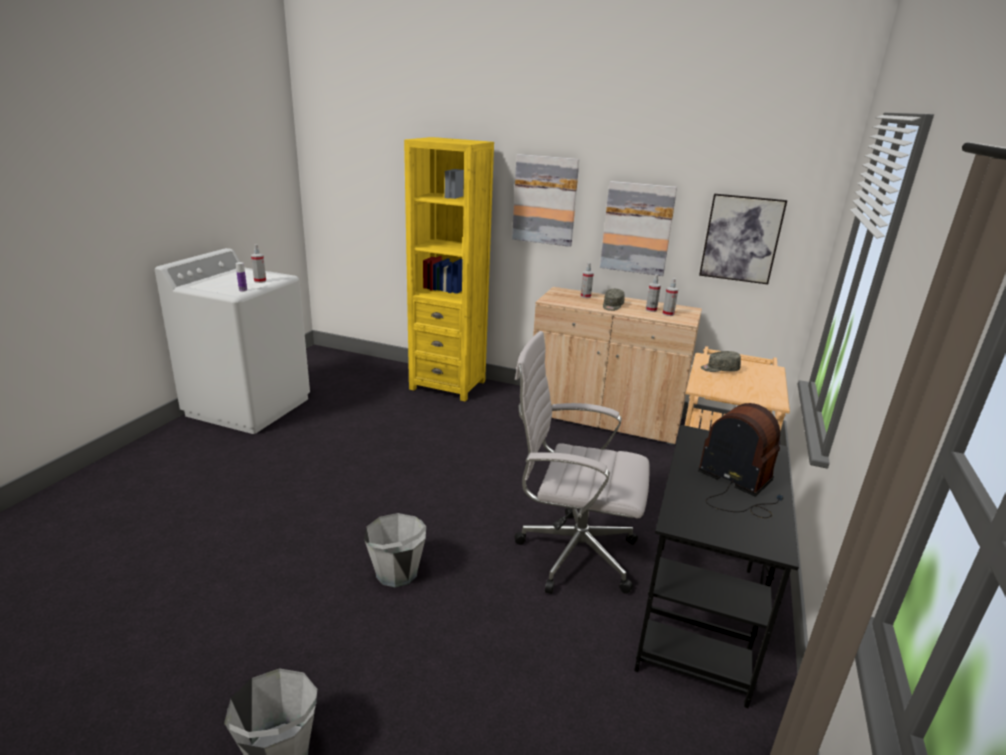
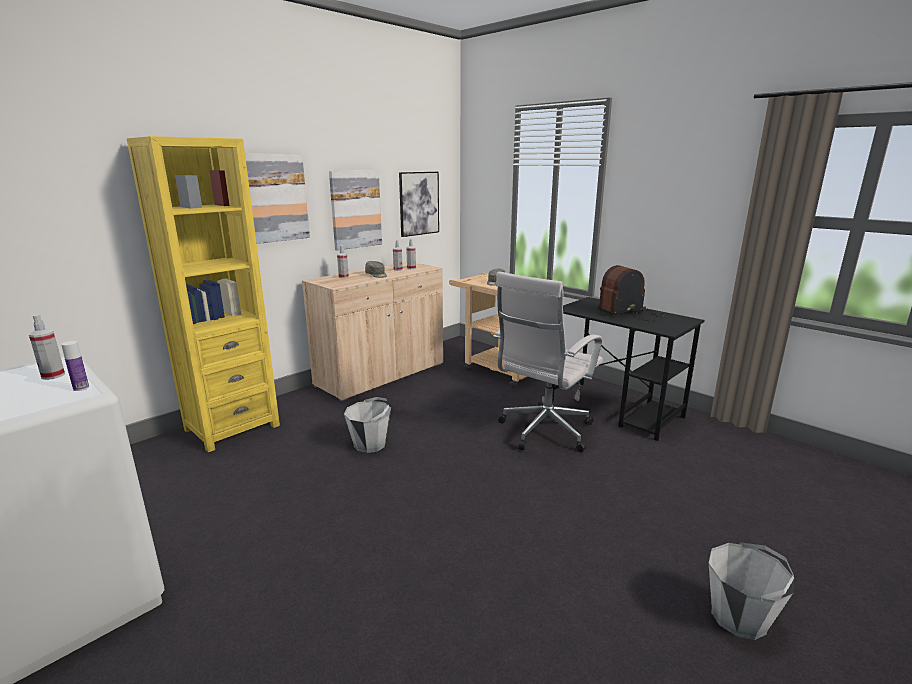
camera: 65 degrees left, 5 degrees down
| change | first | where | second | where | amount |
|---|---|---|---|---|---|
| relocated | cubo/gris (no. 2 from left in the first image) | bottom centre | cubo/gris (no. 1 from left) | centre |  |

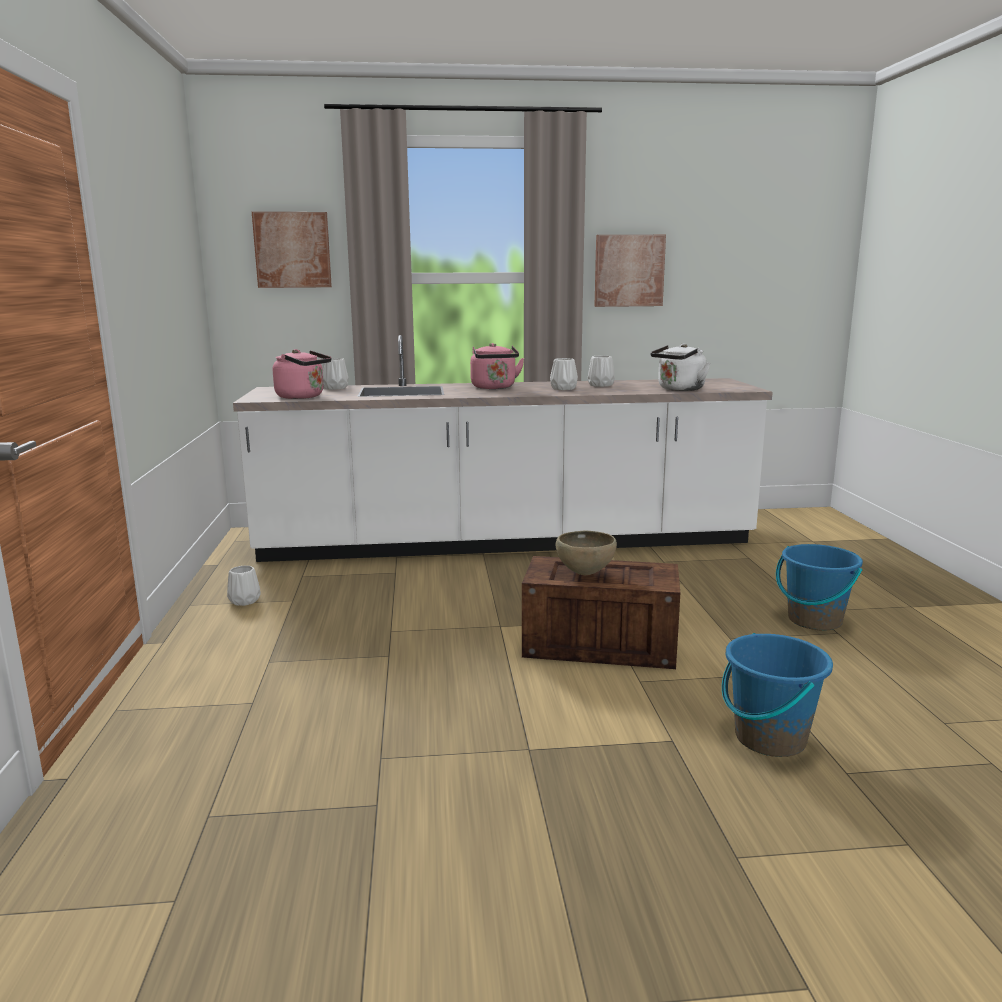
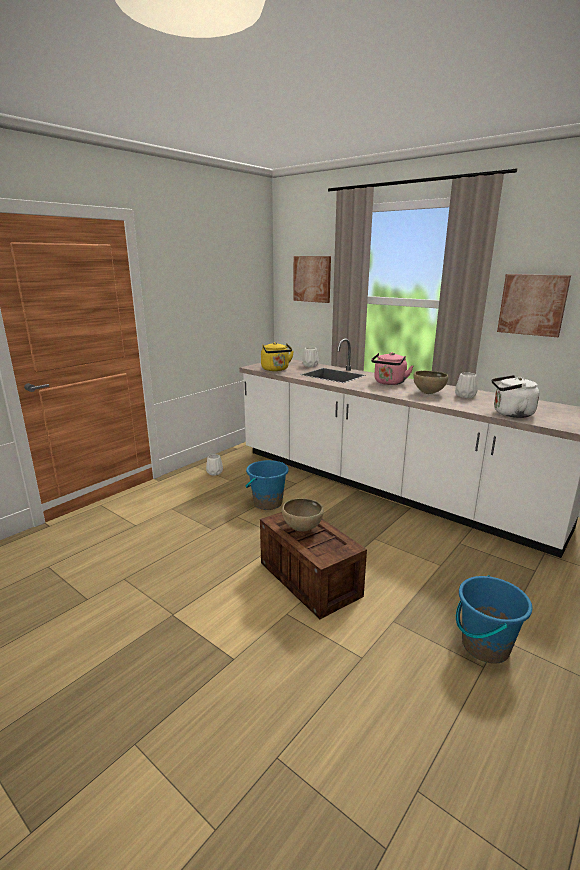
camera: 45 degrees right, 5 degrees up
| change | first | where | second | where | amount |
|---|---|---|---|---|---|
| relocated | cubo/azul (no. 1 from left) | bottom right |  | centre |  |
| colour | hervidor/rosa (no. 1 from left) | middle left | hervidor/amarillo | centre |  |
| exchanged | florero/blanco (no. 3 from left) | centre | cuenco/marrón (no. 2 from left) | middle right |  |

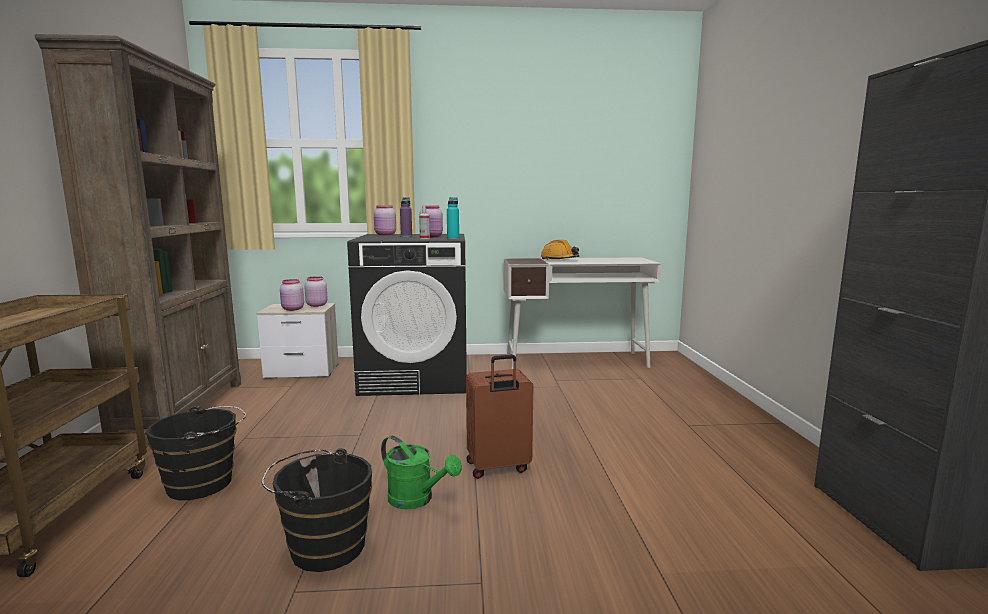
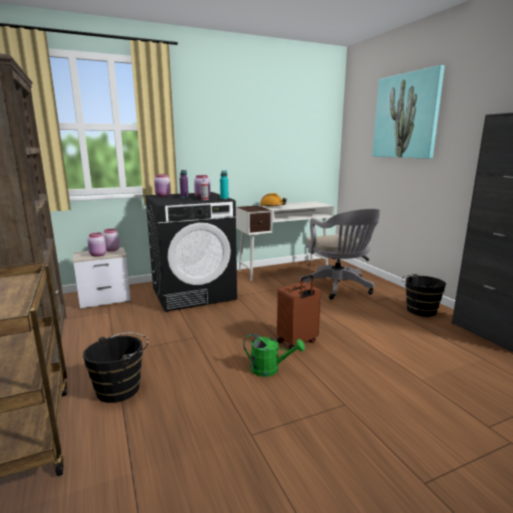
camera: 20 degrees left, 5 degrees up
| change | first | where | second | where | amount |
|---|---|---|---|---|---|
| appeared |  |  | silla de oficina/gris | centre |  |
| appeared |  |  | cuadro | top right |  |
| relocated | cubo/negro (no. 2 from left) | bottom left |  | middle right |  |

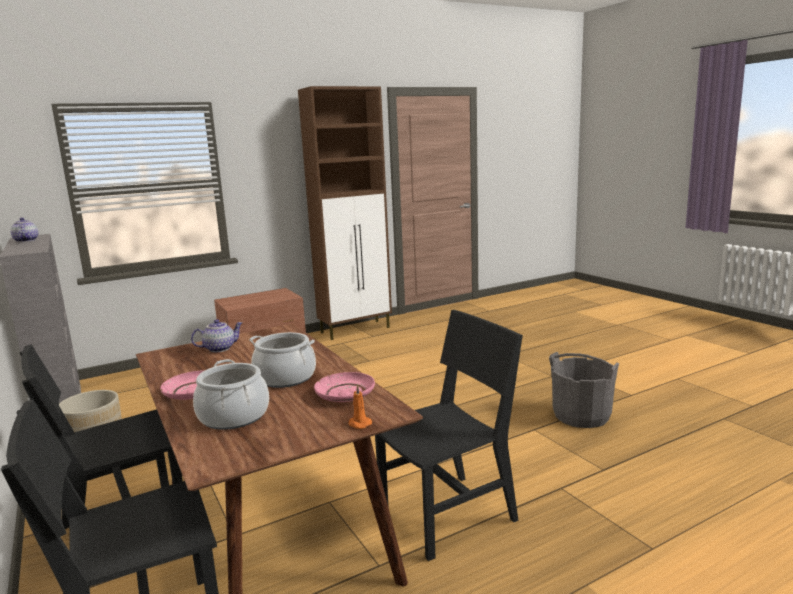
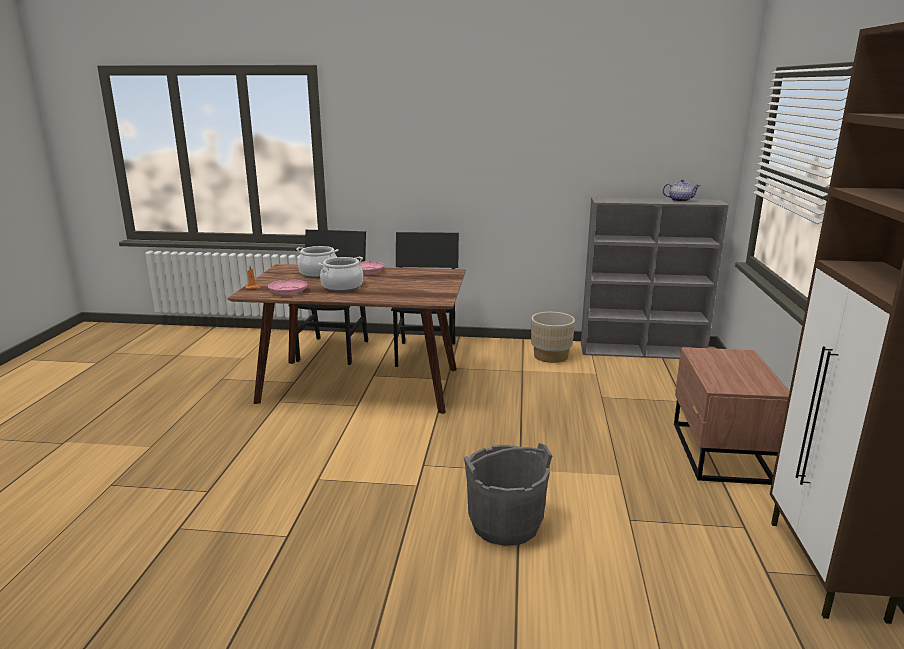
camera: 125 degrees right, 5 degrees up
| change | first | where | second | where | amount |
|---|---|---|---|---|---|
| relocated | cubo/gris | middle right |  | bottom centre |  |
| missing | tetera (no. 2 from left) | middle left |  |  |  |
| missing | silla/negro (no. 3 from left) | bottom centre |  |  |  |

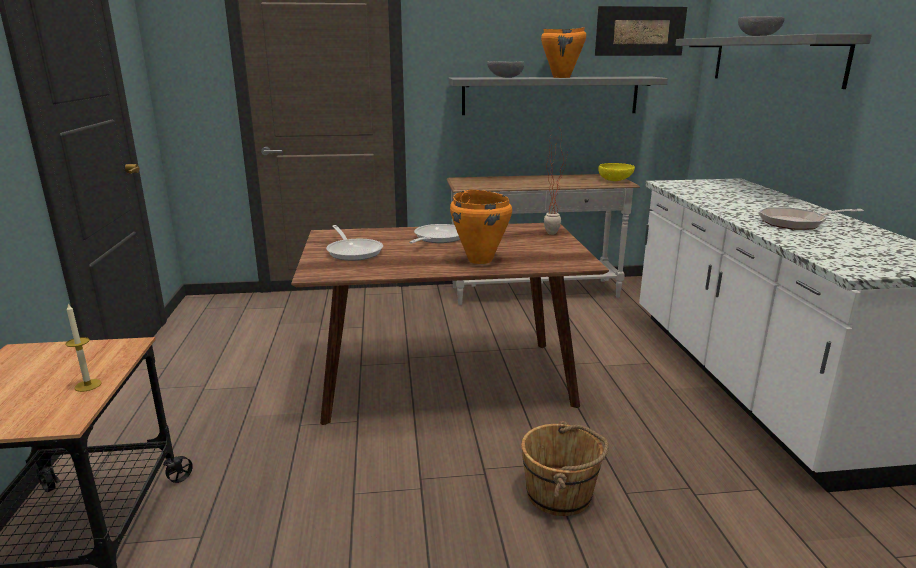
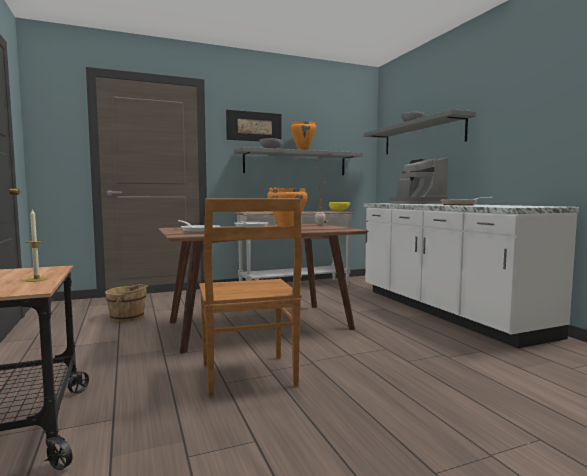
camera: 15 degrees left, 15 degrees down
| change | first | where | second | where | amount |
|---|---|---|---|---|---|
| relocated | cubo/marrón | bottom centre |  | middle left |  |
| appeared |  |  | silla/marrón | centre |  |
| relocated | cuadro | top right |  | top centre |  |
| appeared |  |  | cafetera | middle right |  |

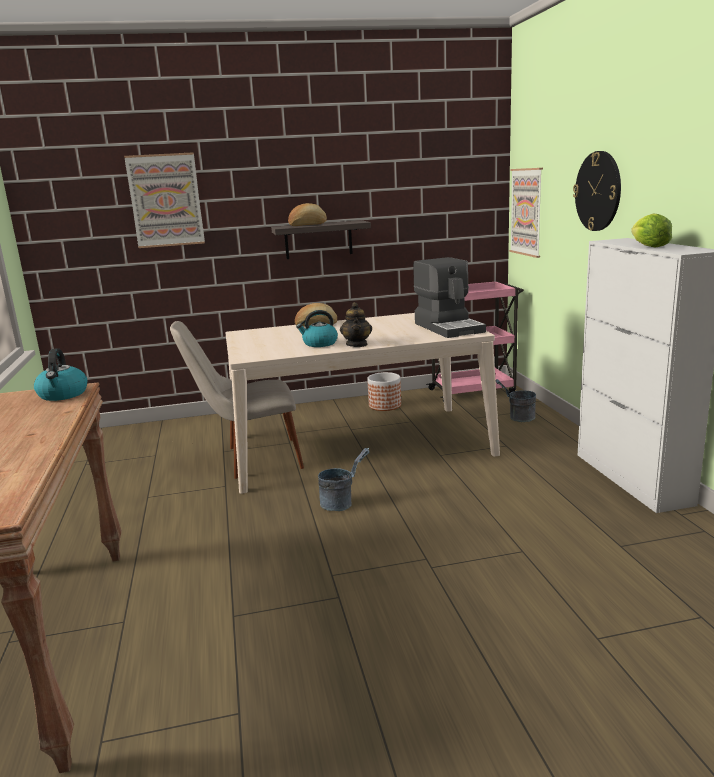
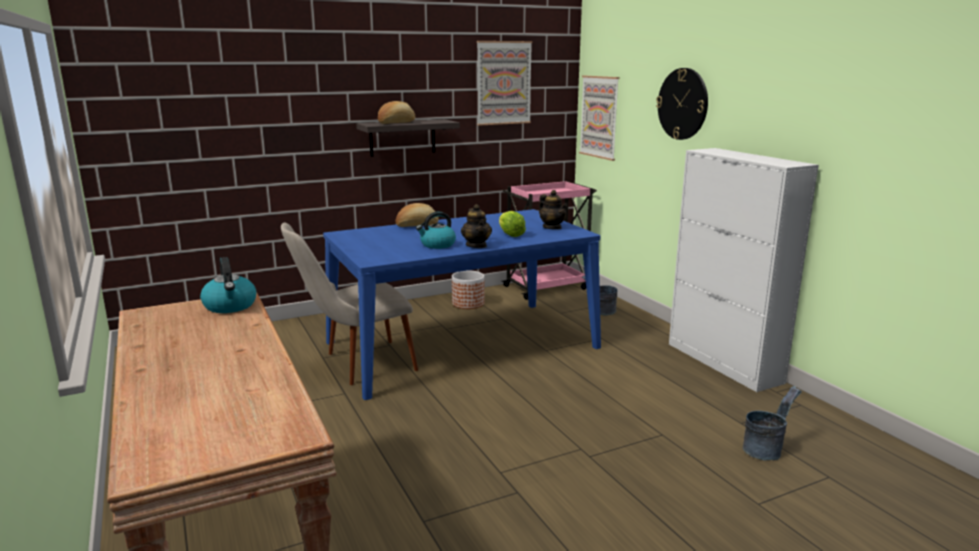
camera: 15 degrees left, 0 degrees up
| change | first | where | second | where | amount |
|---|---|---|---|---|---|
| colour | mesa de comedor/beis | centre | mesa de comedor/azul | centre |  |
| relocated | cuadro (no. 1 from left) | top left |  | top centre |  |
| relocated | lechuga | top right |  | centre |  |
| exchanged | cafetera | centre | tetera (no. 2 from left) | centre |  |
| relocated | cubo/gris (no. 1 from left in the first image) | centre | cubo/gris (no. 2 from left) | bottom right |  |

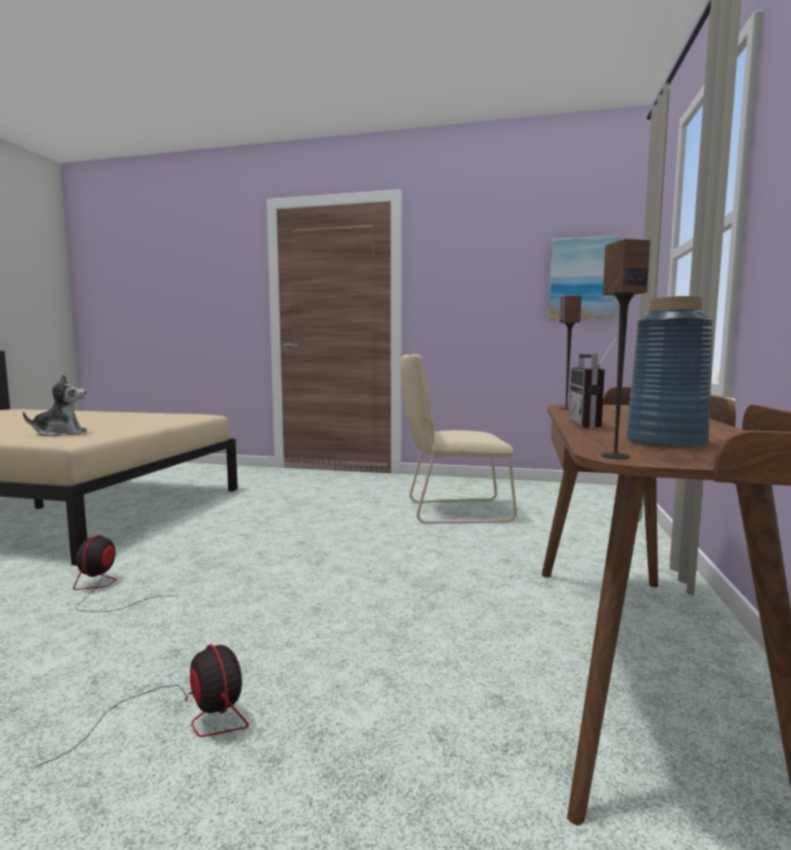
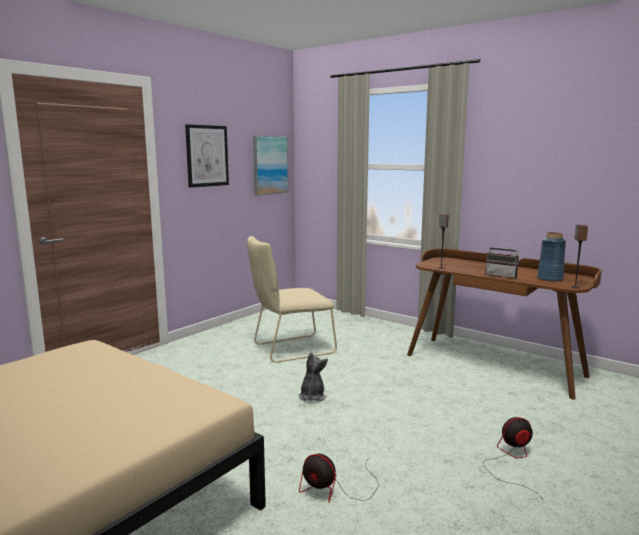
camera: 65 degrees left, 5 degrees up
| change | first | where | second | where | amount |
|---|---|---|---|---|---|
| appeared |  |  | cuadro (no. 1 from left) | top left |  |
| spun | silla/beis | centre |  | centre | 45 degrees clockwise |
| relocated | peluche | middle left |  | bottom centre |  |

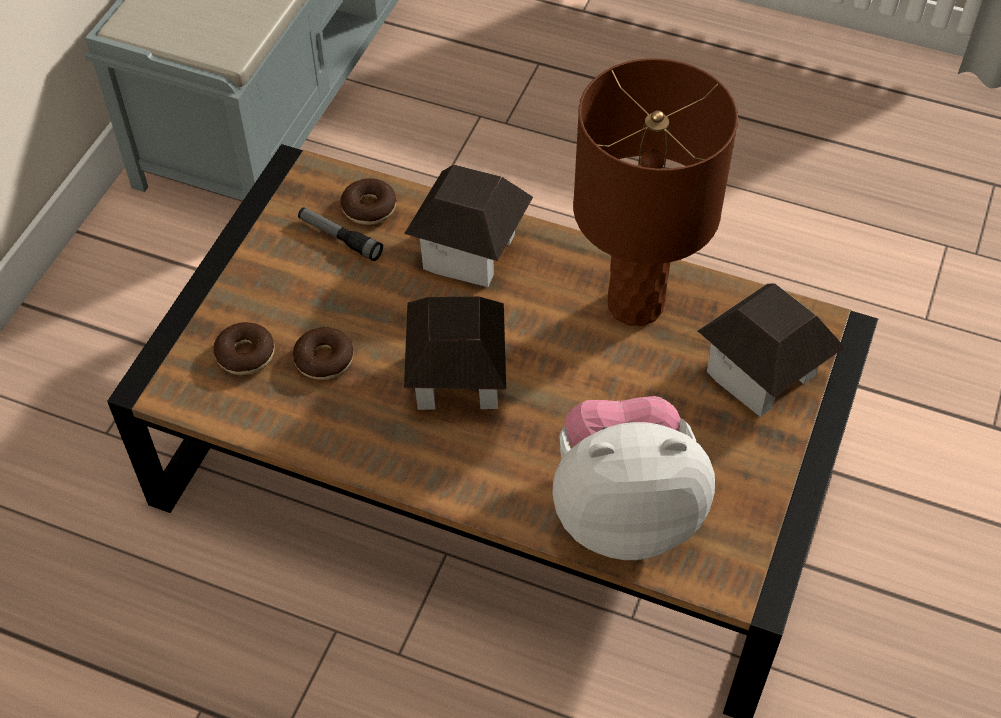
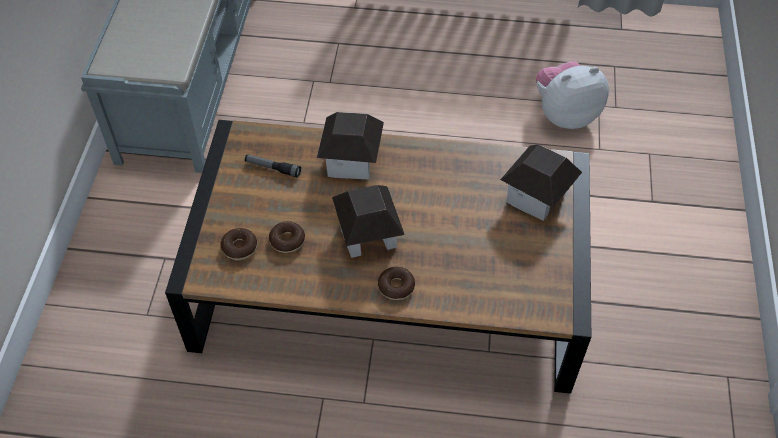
camera: 15 degrees left, 0 degrees up
| change | first | where | second | where | amount |
|---|---|---|---|---|---|
| relocated | rosquilla (no. 3 from left) | top centre |  | centre |  |
| relocated | peluche | centre |  | top right |  |
| missing | lámpara de mesa/marrón | top centre |  |  |  |

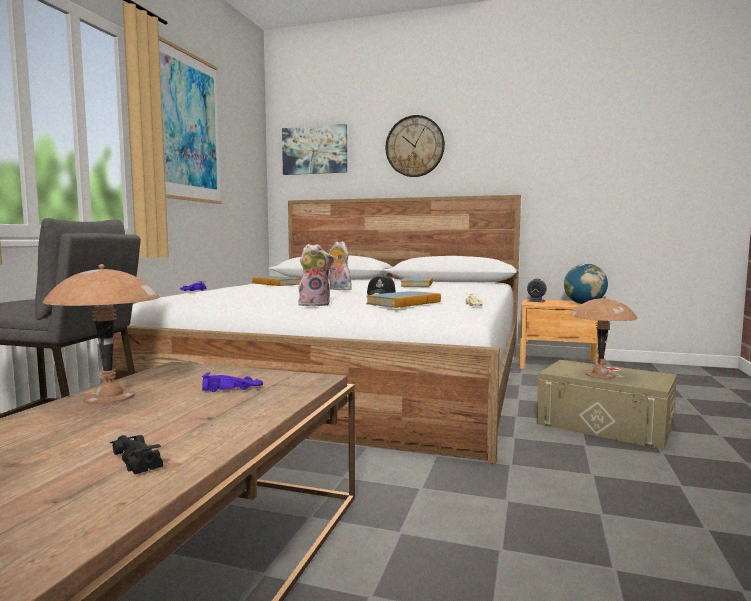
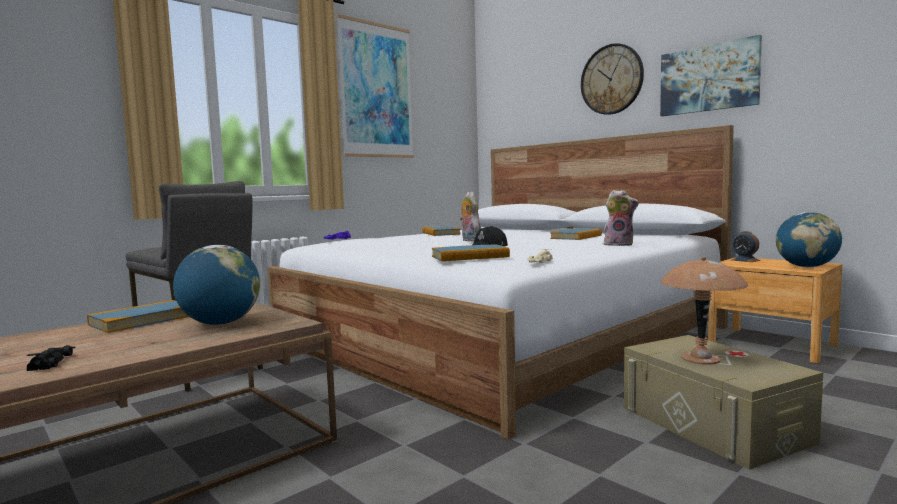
camera: 30 degrees right, 0 degrees up
| change | first | where | second | where | amount |
|---|---|---|---|---|---|
| exchanged | lámpara de mesa/marrón (no. 1 from left) | middle left | libro (no. 1 from left) | middle left |  |
| exchanged | coche de juguete/morado (no. 2 from left) | middle left | globo terráqueo (no. 1 from left) | middle left |  |
| relocated | peluche (no. 1 from left in the first image) | centre | peluche (no. 2 from left) | middle right |  |
| relocated | cuadro (no. 2 from left) | top centre |  | top right |  |

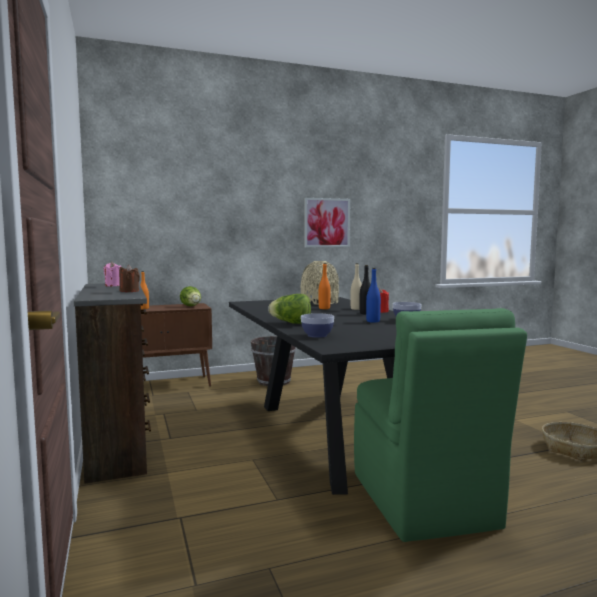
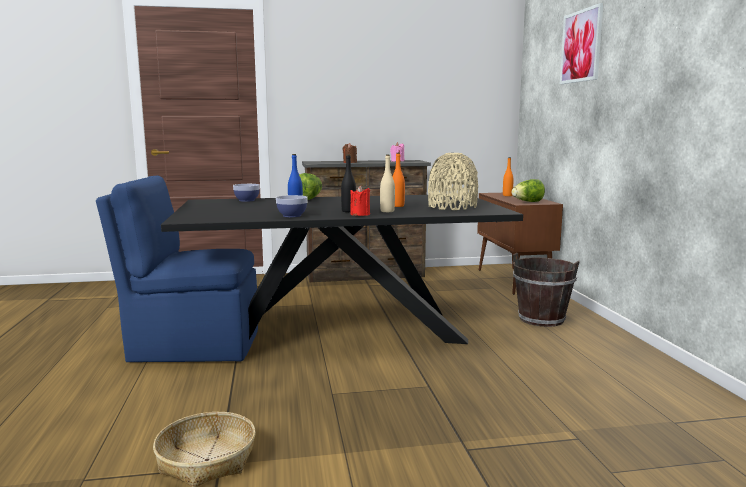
camera: 100 degrees right, 5 degrees up
| change | first | where | second | where | amount |
|---|---|---|---|---|---|
| colour | silla/verde | bottom right | silla/azul | middle left |  |
| relocated | cuadro | centre |  | top right |  |

